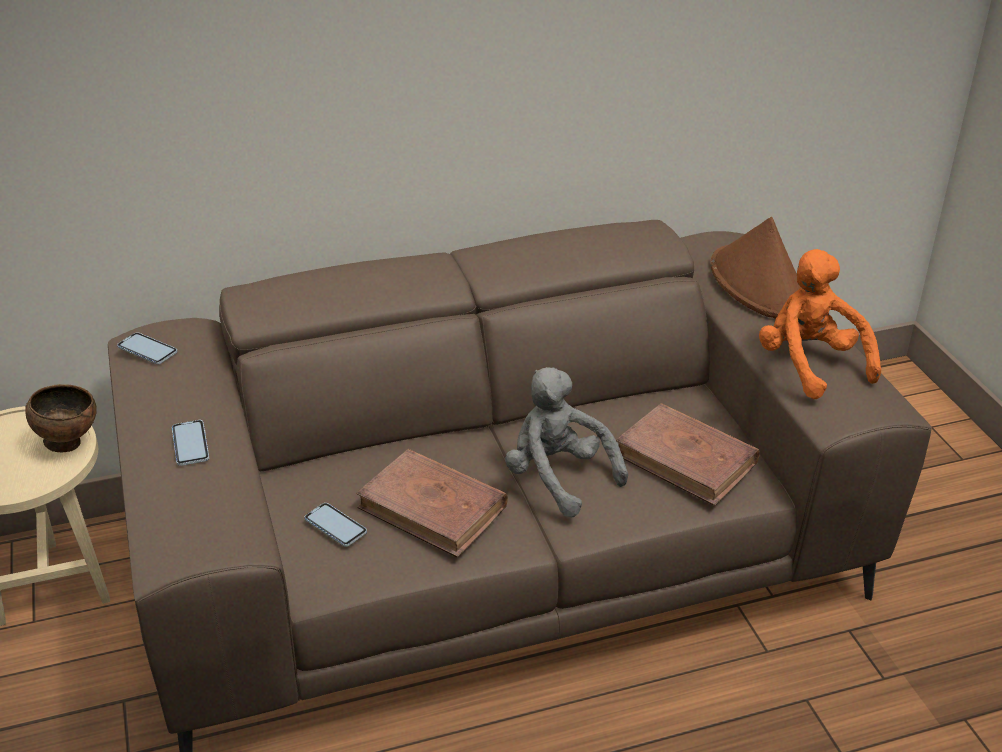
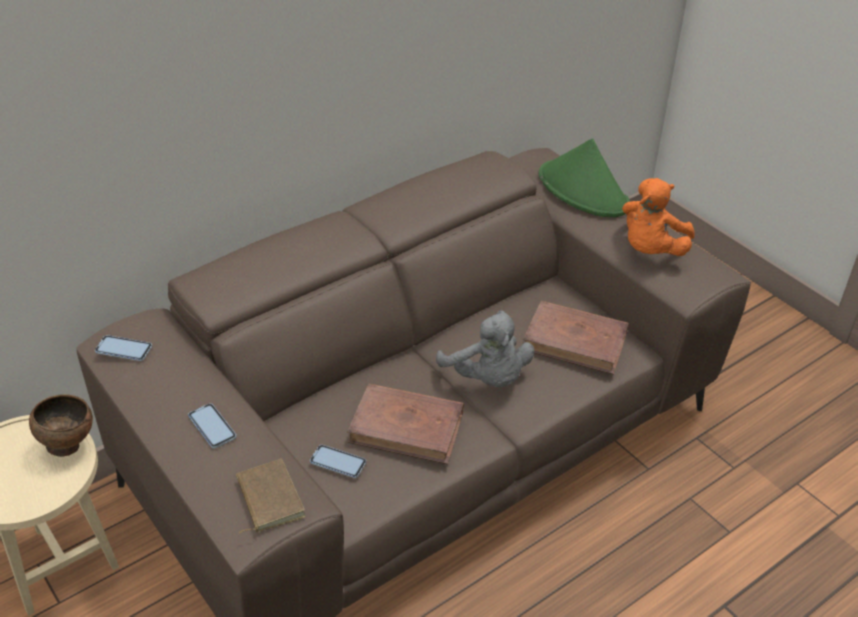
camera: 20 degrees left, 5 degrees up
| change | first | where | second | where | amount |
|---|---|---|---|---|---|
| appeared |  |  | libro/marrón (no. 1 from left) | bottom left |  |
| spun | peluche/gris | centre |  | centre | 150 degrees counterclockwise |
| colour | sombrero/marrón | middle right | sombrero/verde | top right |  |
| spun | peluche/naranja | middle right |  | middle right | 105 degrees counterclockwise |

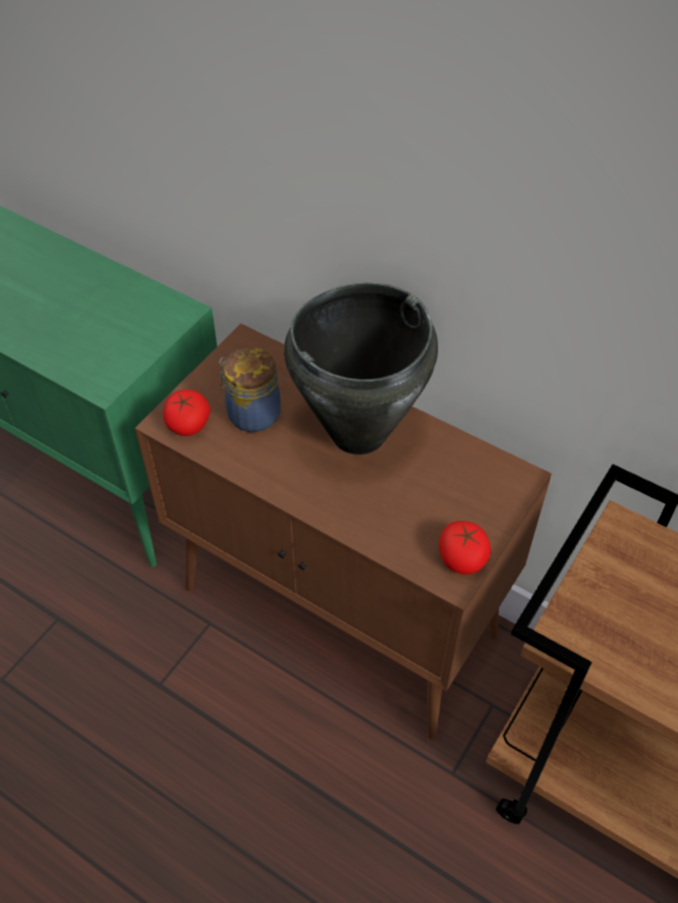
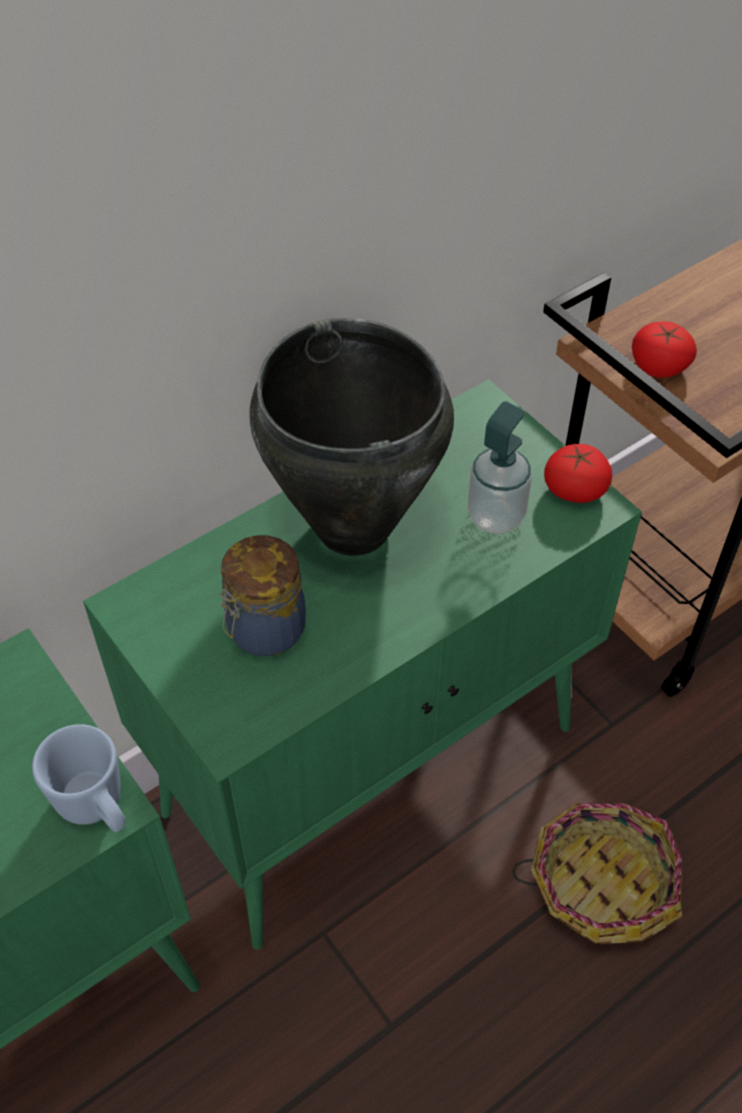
camera: 70 degrees left, 0 degrees up
| change | first | where | second | where | amount |
|---|---|---|---|---|---|
| appeared |  |  | taza grande/azul | bottom left |  |
| colour | armario/marrón | centre | armario/verde (no. 2 from left) | centre |  |
| appeared |  |  | dispensador de jabón | middle right |  |
| appeared |  |  | cesta | bottom right |  |
| relocated | tomate (no. 1 from left in the first image) | middle left | tomate (no. 2 from left) | top right |  |

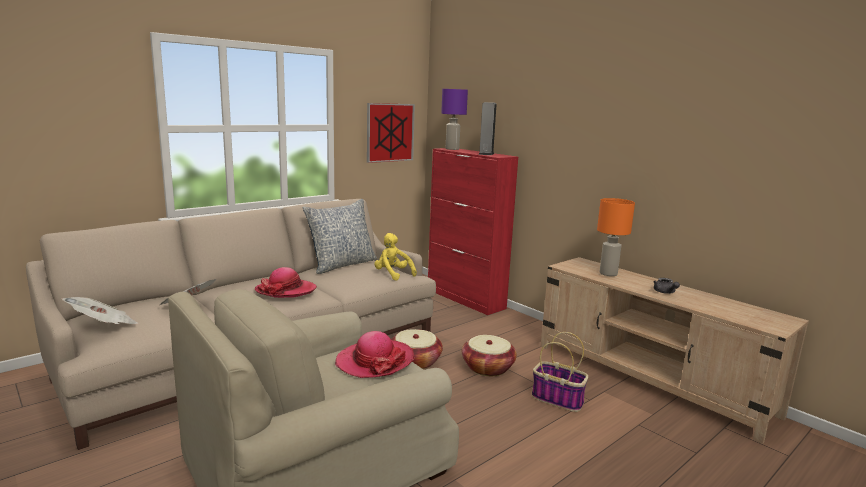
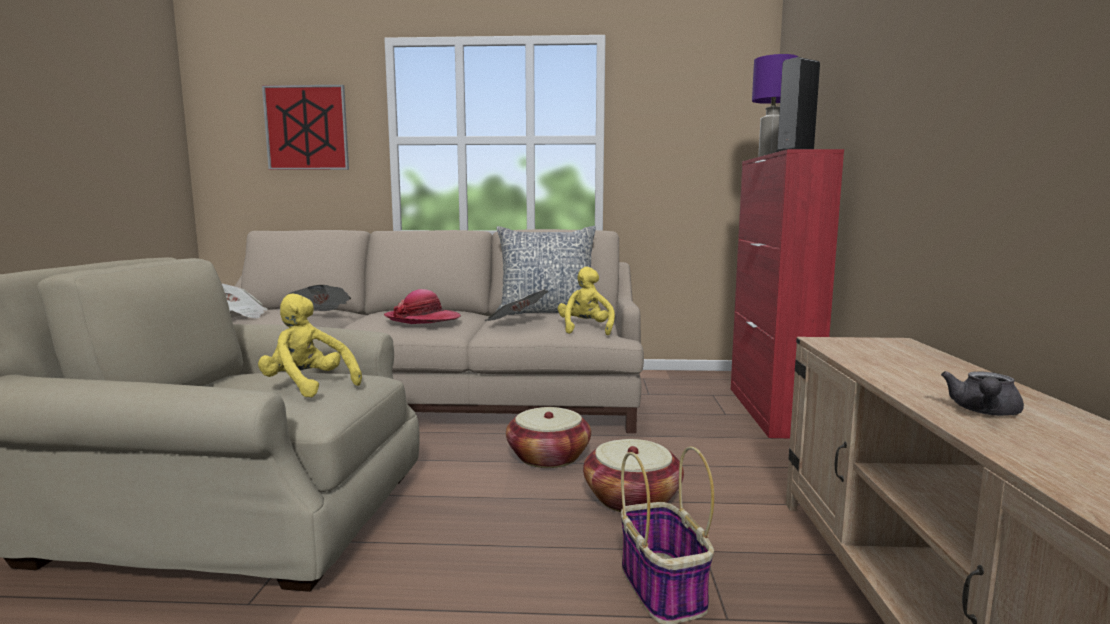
camera: 45 degrees right, 5 degrees down
| change | first | where | second | where | amount |
|---|---|---|---|---|---|
| exchanged | sombrero (no. 2 from left) | bottom centre | peluche/amarillo (no. 1 from left) | middle left |  |
| relocated | cuadro | top centre |  | top left |  |
| appeared |  |  | periódico (no. 3 from left) | centre |  |
| missing | lámpara de mesa/naranja | middle right |  |  |  |

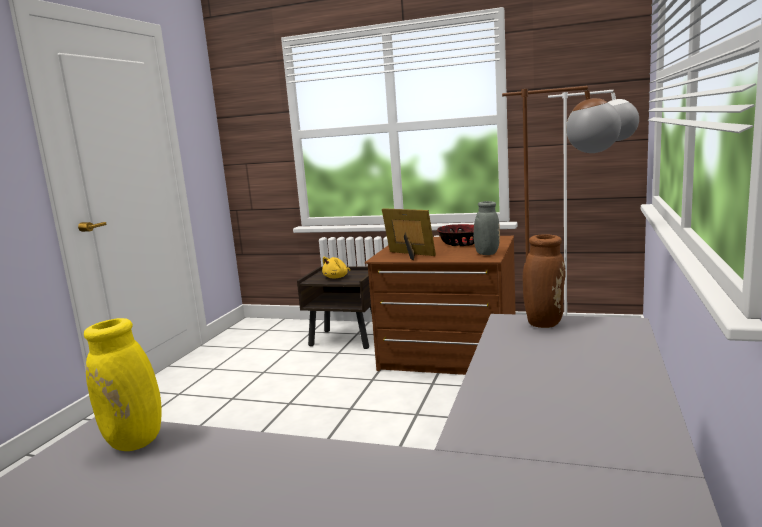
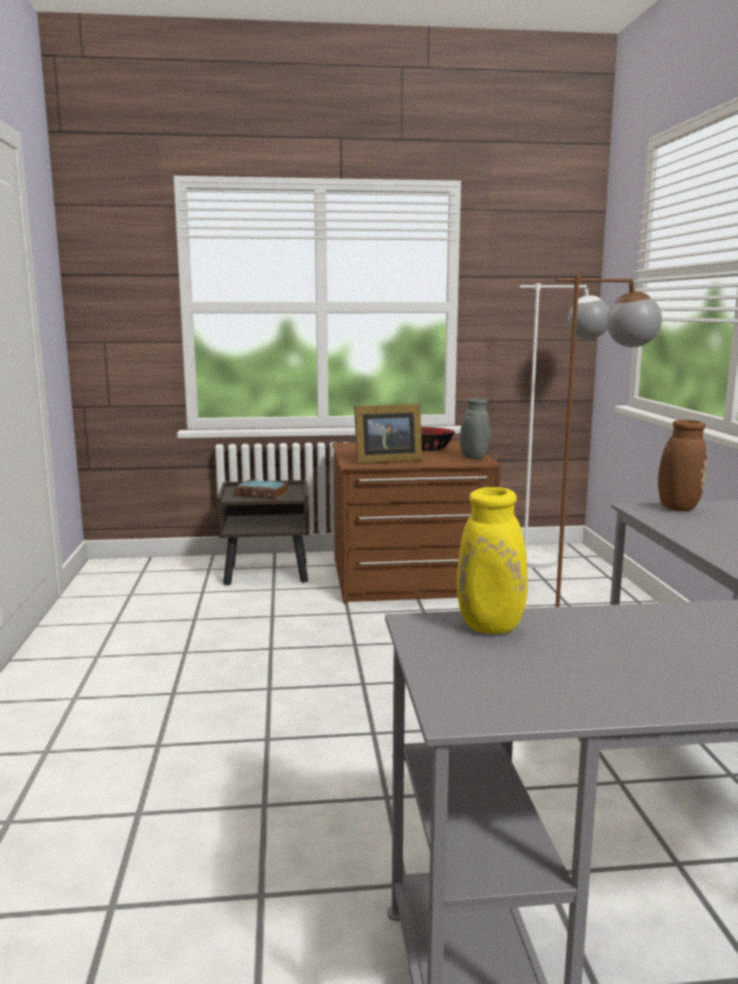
camera: 25 degrees left, 0 degrees up
| change | first | where | second | where | amount |
|---|---|---|---|---|---|
| exchanged | peluche/amarillo | centre | libro | centre |  |
| spun | portarretratos | centre |  | centre | 150 degrees clockwise |

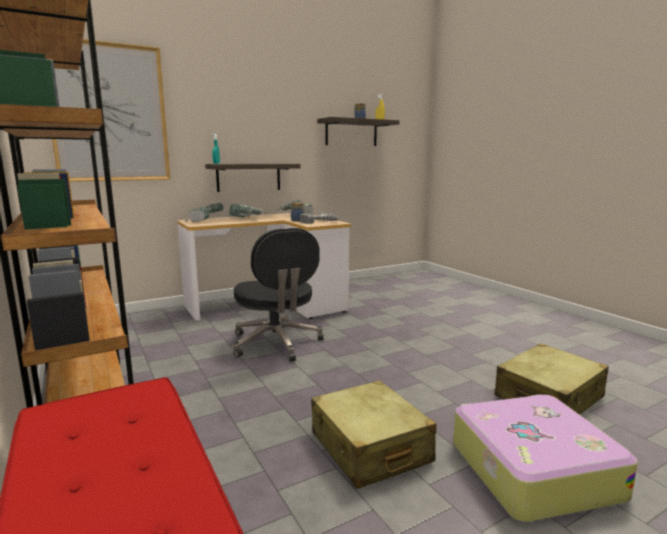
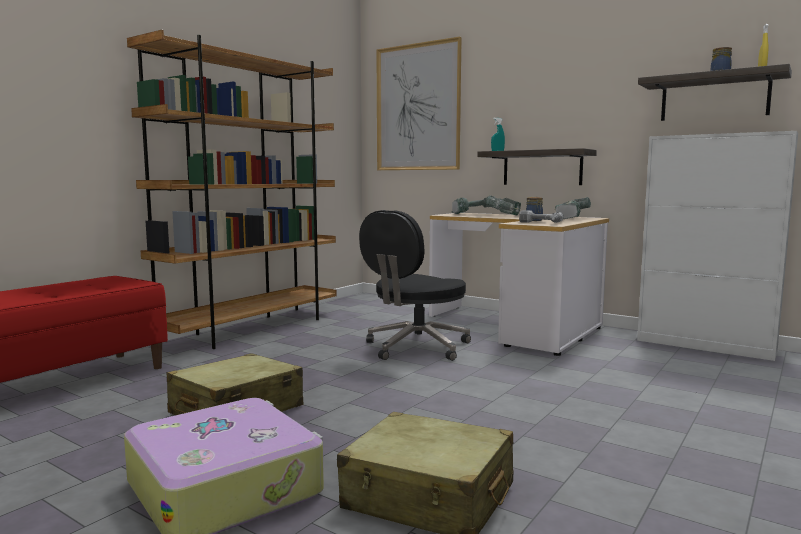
camera: 65 degrees right, 5 degrees down
| change | first | where | second | where | amount |
|---|---|---|---|---|---|
| appeared |  |  | armario/blanco | middle right |  |

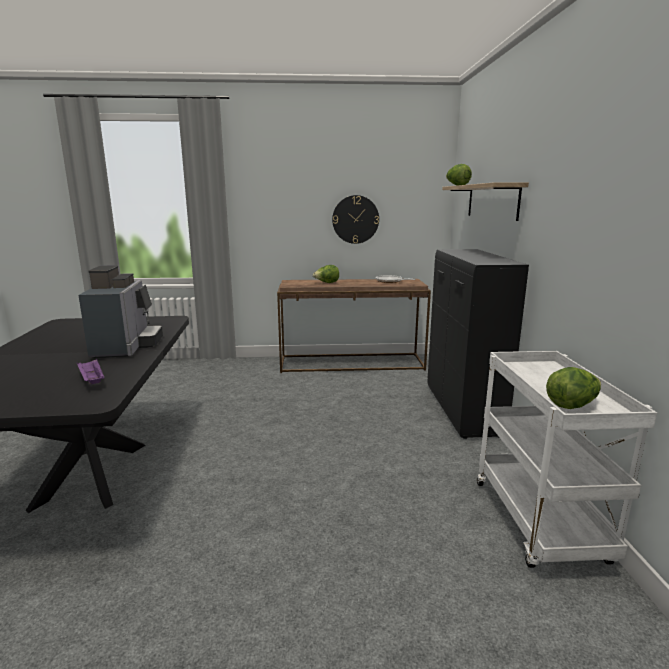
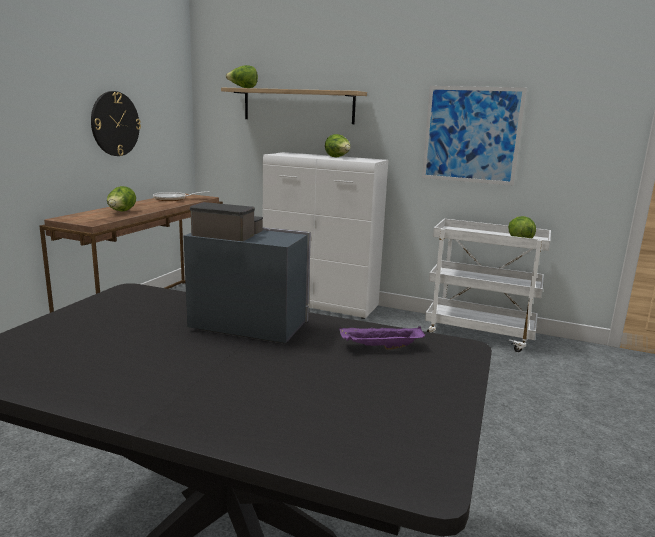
camera: 65 degrees left, 0 degrees up
| change | first | where | second | where | amount |
|---|---|---|---|---|---|
| colour | armario/negro | middle right | armario/blanco | centre |  |
| appeared |  |  | lechuga (no. 3 from left) | top centre |  |
| appeared |  |  | cuadro | top right |  |

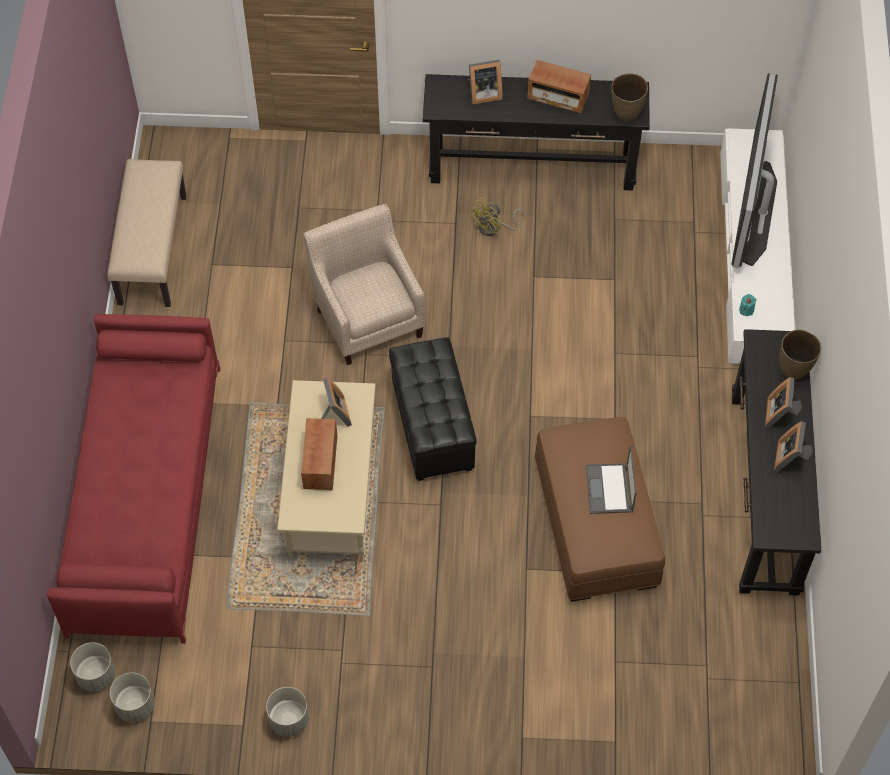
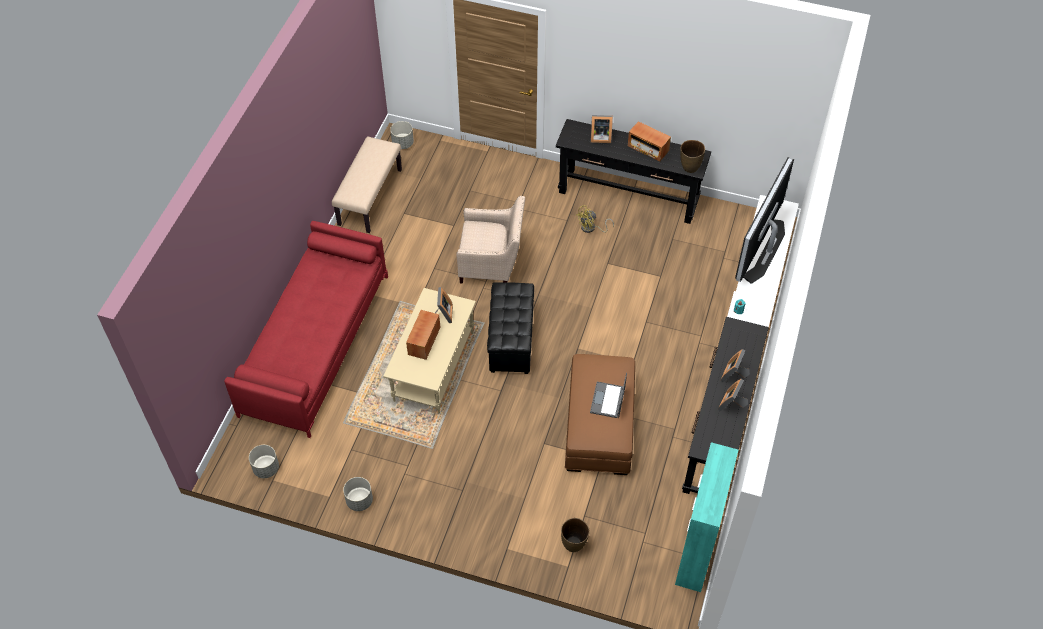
camera: 15 degrees right, 5 degrees down
| change | first | where | second | where | amount |
|---|---|---|---|---|---|
| relocated | maceta/gris (no. 1 from left in the first image) | bottom left | maceta/gris (no. 3 from left) | top centre |  |
| spun | sillón/beis | centre |  | centre | 105 degrees clockwise |
| relocated | florero/marrón (no. 2 from left in the first image) | middle right | florero/marrón (no. 1 from left) | bottom centre |  |
| appeared |  |  | armario/turquesa | bottom right |  |

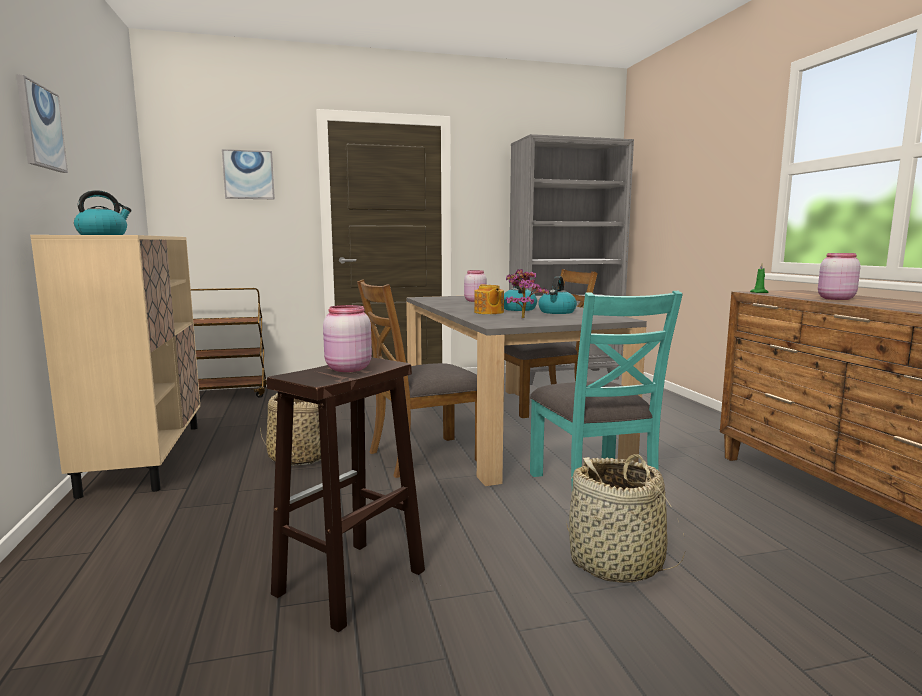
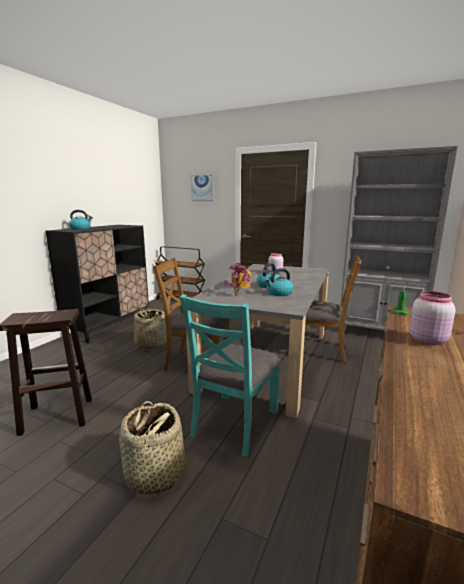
camera: 40 degrees right, 5 degrees up
| change | first | where | second | where | amount |
|---|---|---|---|---|---|
| colour | armario/beis | middle left | armario/negro | middle left |  |
| missing | cuadro (no. 1 from left) | top left |  |  |  |
| missing | tarro/rosa (no. 1 from left) | centre |  |  |  |

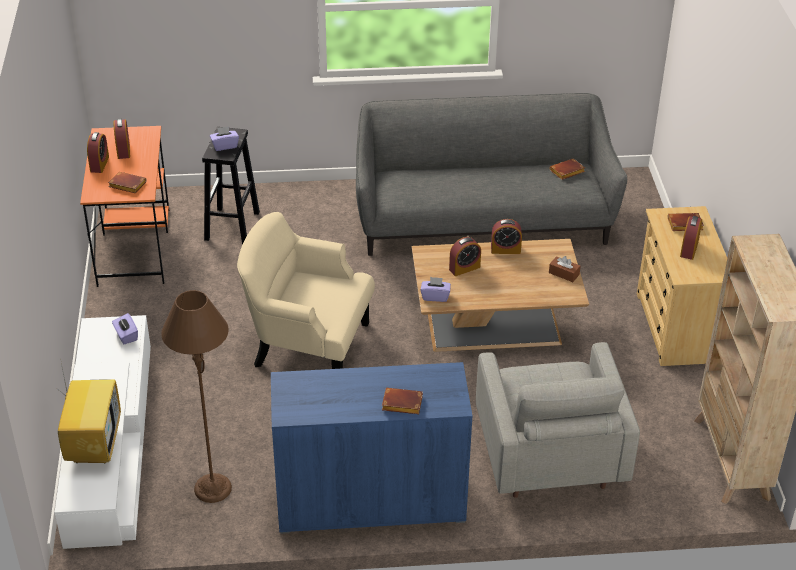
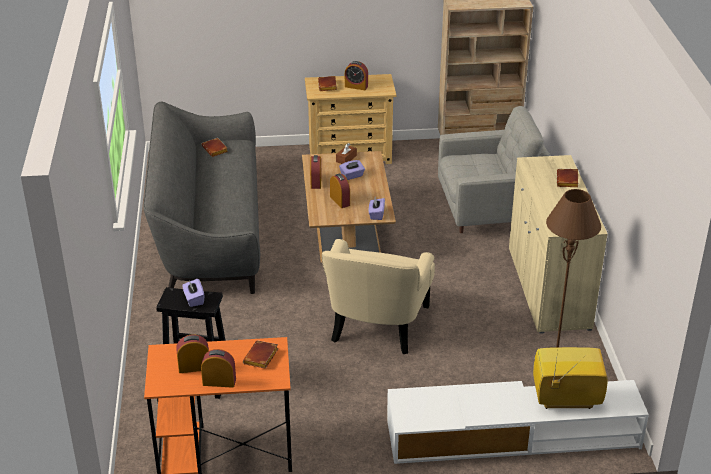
camera: 90 degrees left, 5 degrees down
| change | first | where | second | where | amount |
|---|---|---|---|---|---|
| relocated | caja de pañuelos/morado (no. 1 from left in the first image) | middle left | caja de pañuelos/morado (no. 2 from left) | centre |  |
| colour | armario/azul | bottom centre | armario/beis | middle right |  |

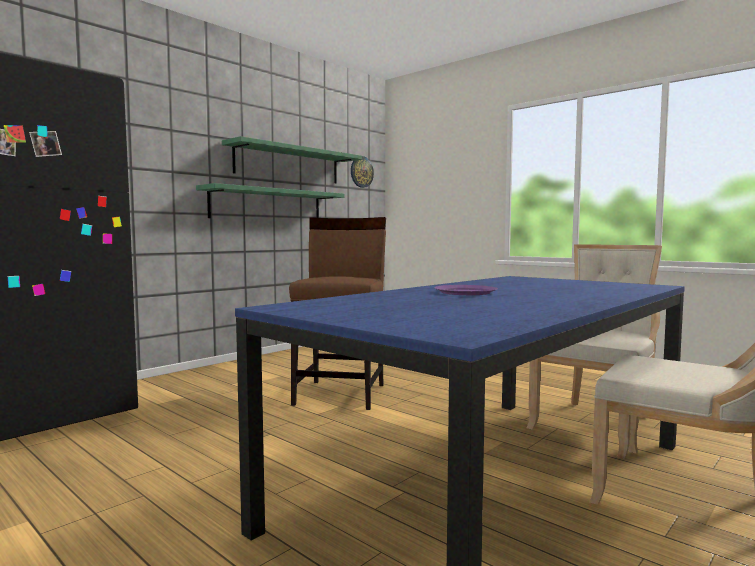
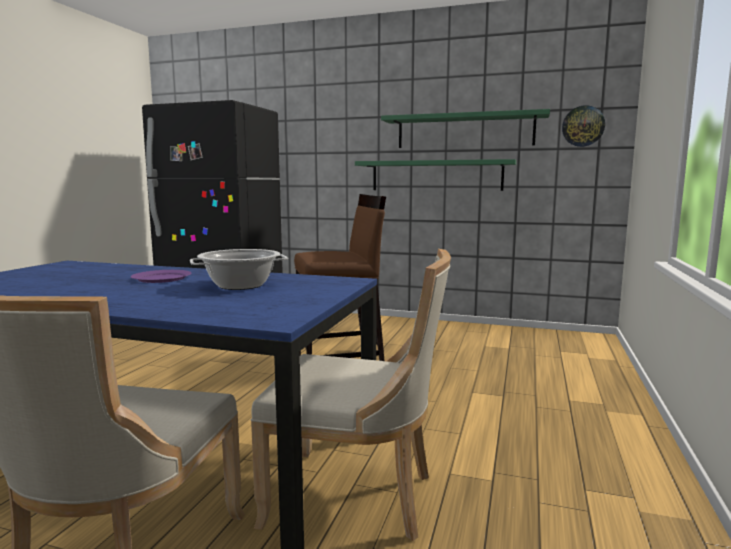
camera: 65 degrees right, 5 degrees up
| change | first | where | second | where | amount |
|---|---|---|---|---|---|
| appeared |  |  | olla | middle left |  |

